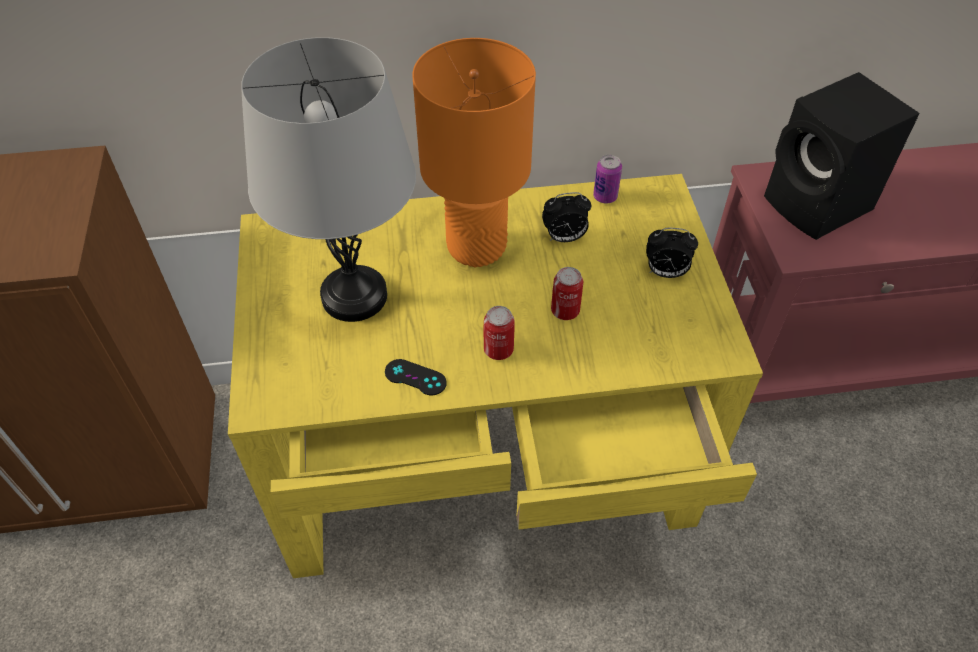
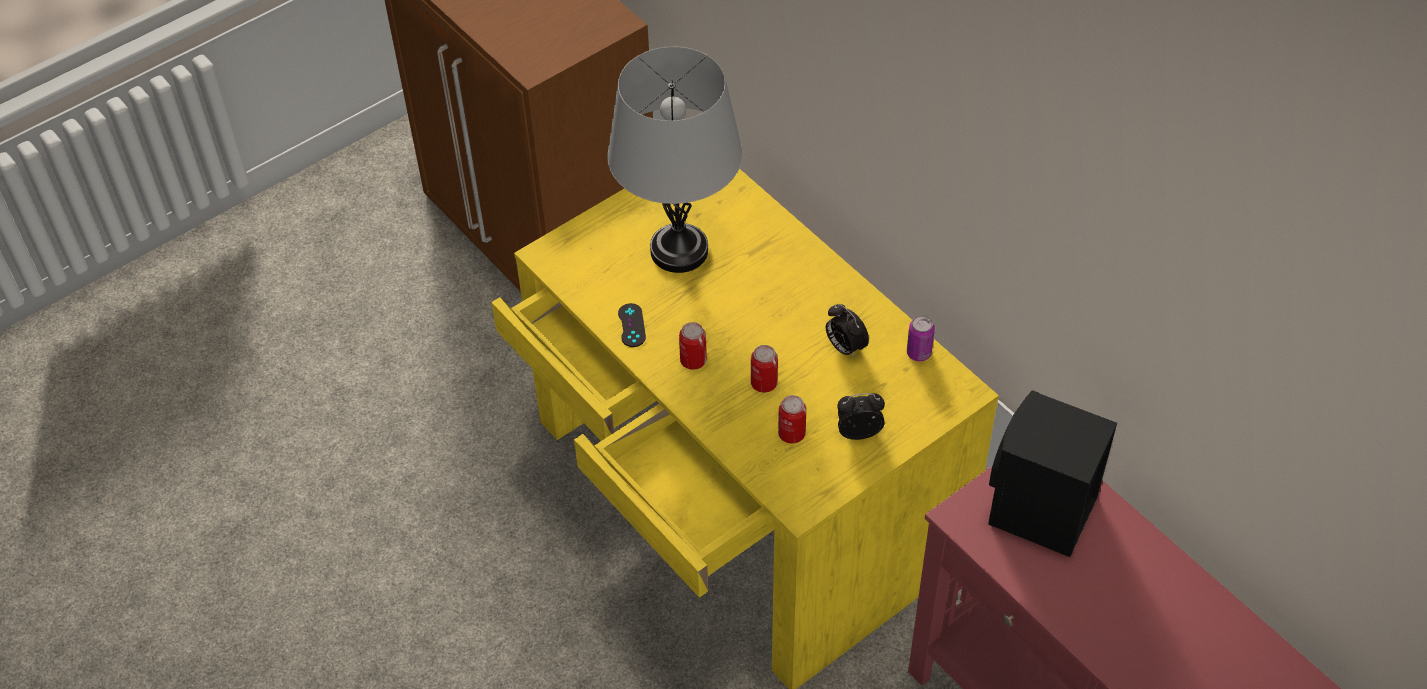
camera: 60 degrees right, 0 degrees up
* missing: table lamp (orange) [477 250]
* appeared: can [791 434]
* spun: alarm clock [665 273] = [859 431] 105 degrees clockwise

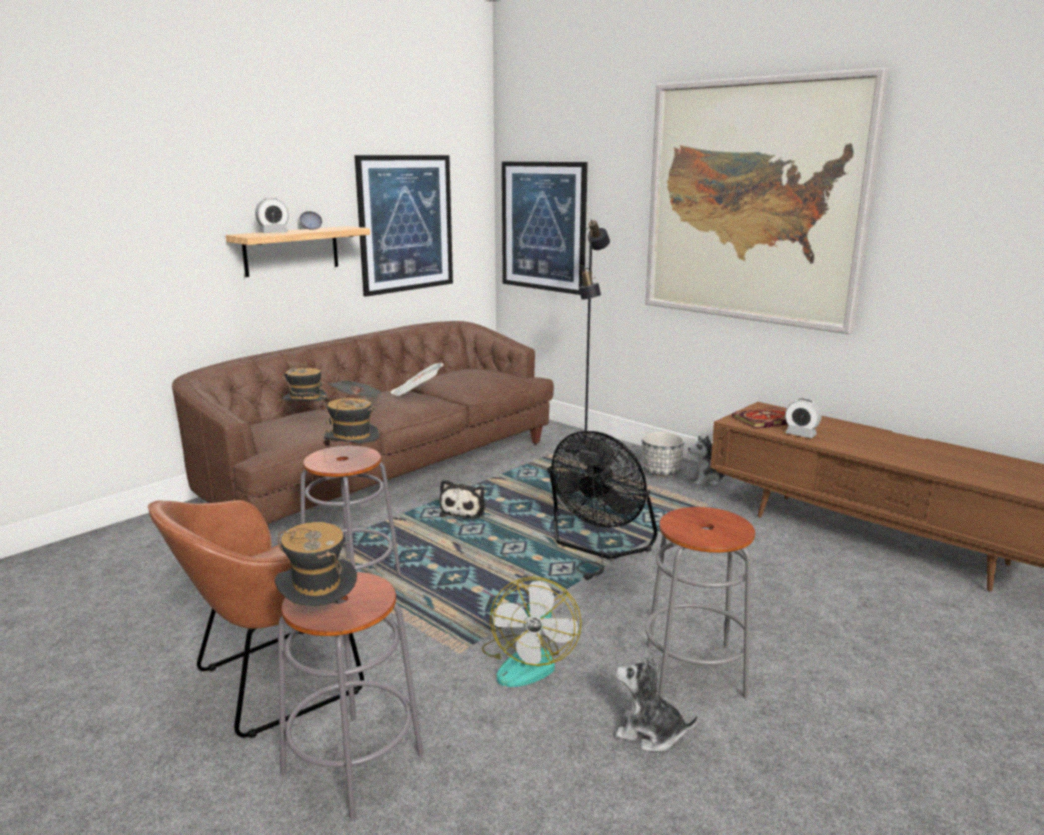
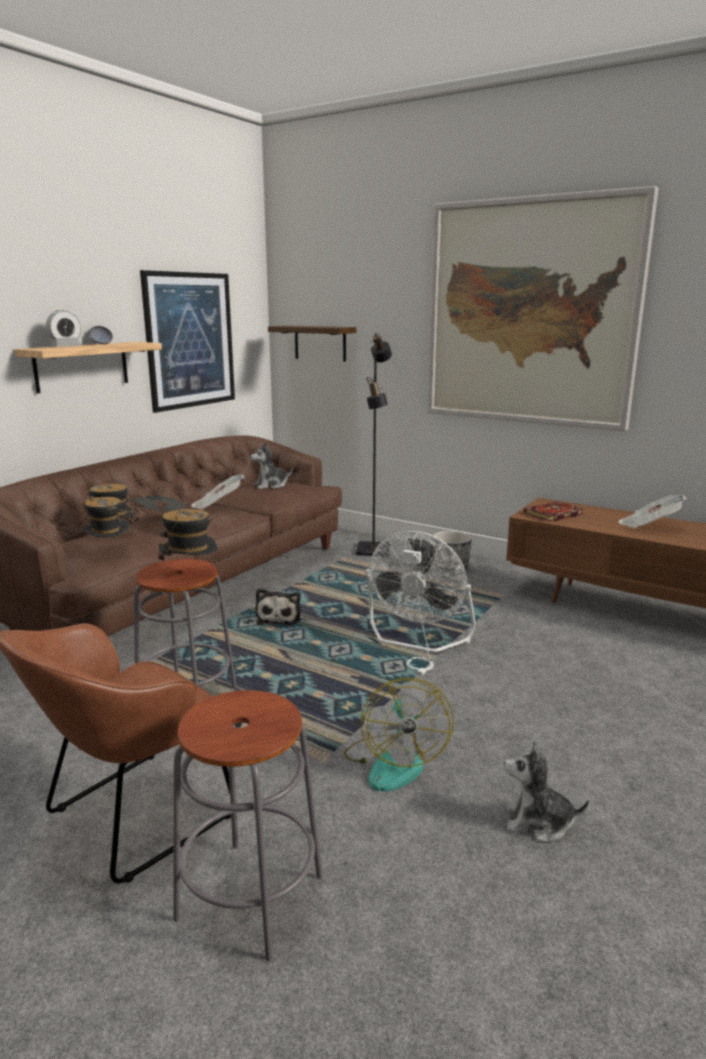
camera: 10 degrees left, 0 degrees up
* missing: stool (grey) [694 670]
* missing: alarm clock [800 434]
* appeared: newspaper [649 526]
* relocated: hat [320 620] to [108 552]
* relocated: plush toy [707 480] to [271 485]
* exchanged: picture [543 226] to shelf [320 343]
* colour: fan (black) [593 547] to fan (white) [415 642]

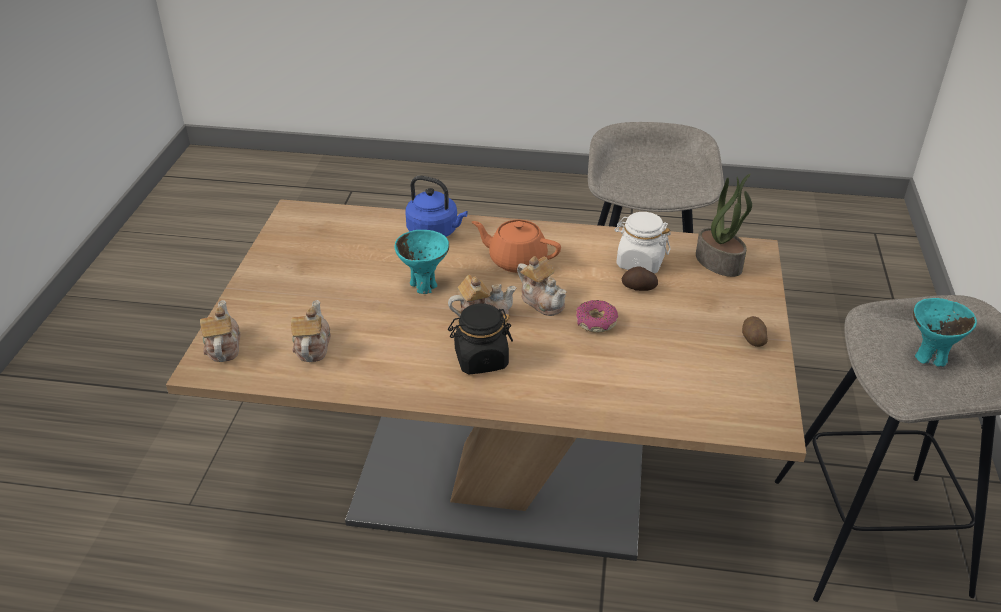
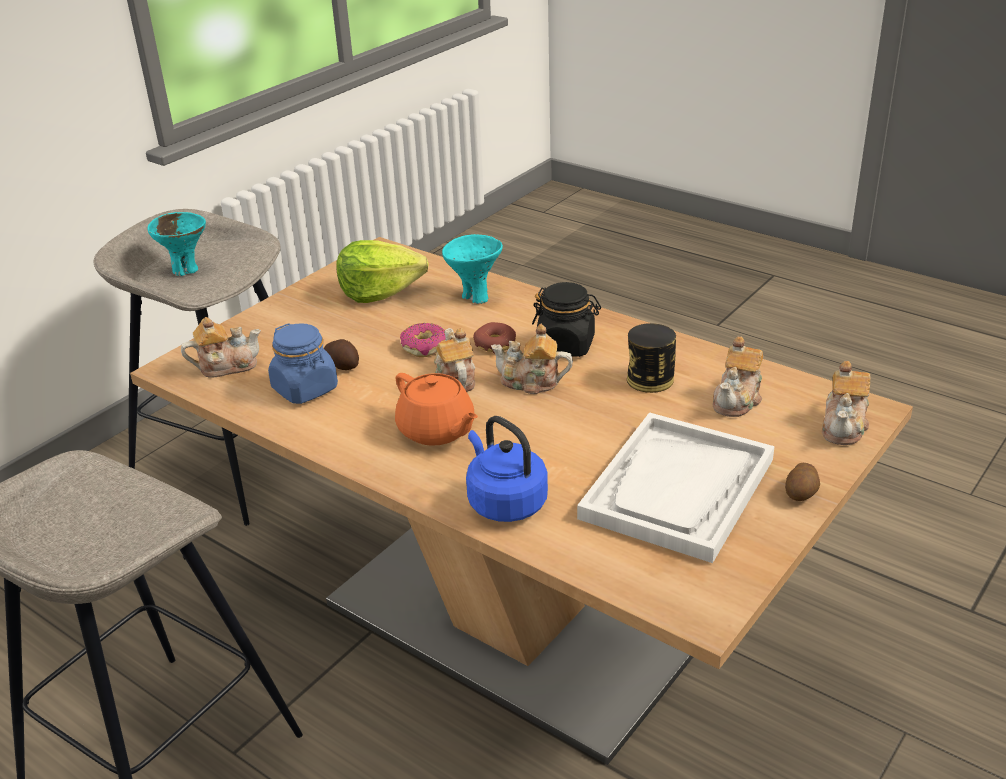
camera: 150 degrees left, 5 degrees down
* appeared: lettuce [379 291]
* appeared: donut [495 344]
* appeared: tray (white) [678 489]
* appeared: can [650 379]
* relocated: bowl (turquoise) [423 285] to [475 296]
* relocated: potato [752 339] to [801 493]
* exchanged: potted plant [719 262] to teapot [226 366]
* colour: jar (white) [639 262] to jar (blue) [305 389]

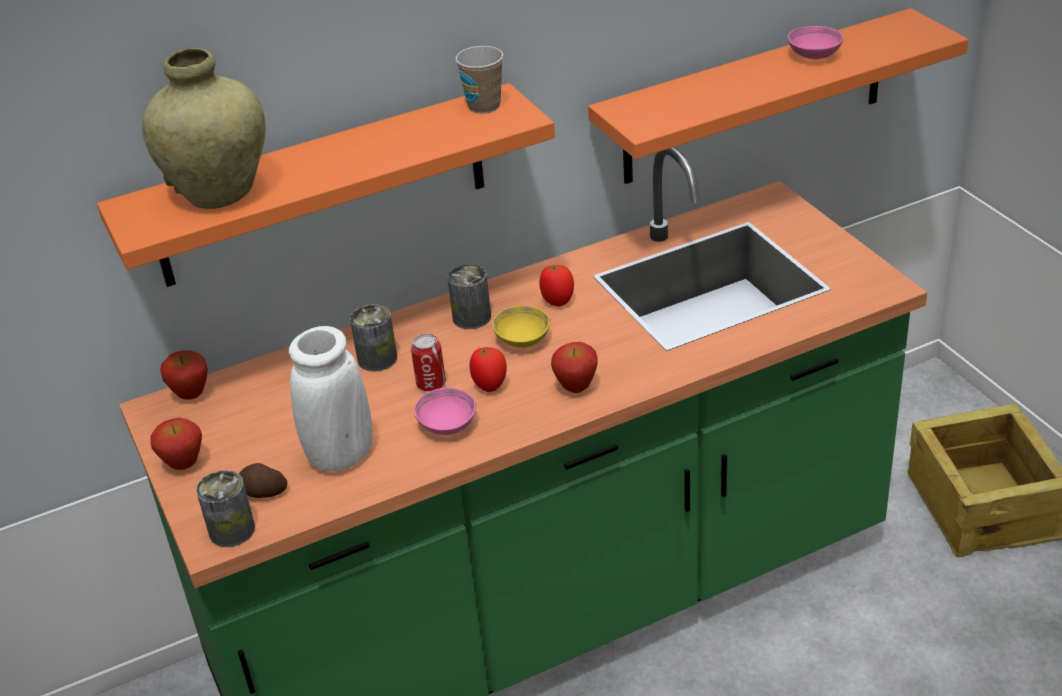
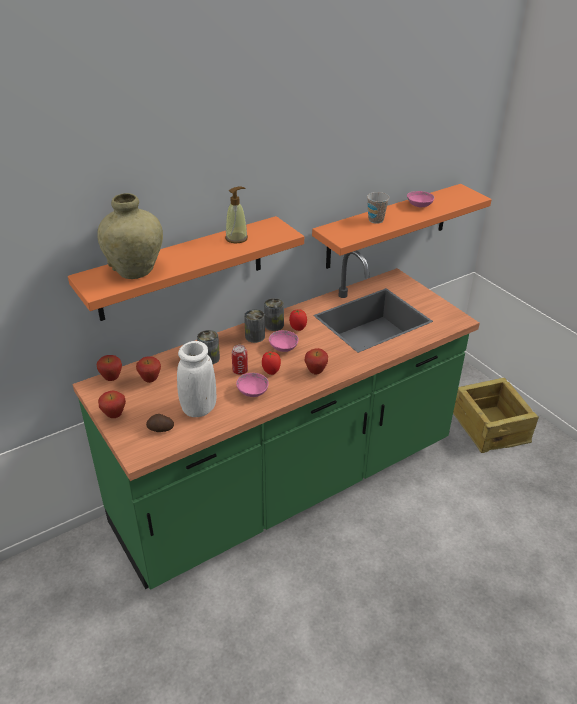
camera: 10 degrees left, 0 degrees up
* appeared: apple [150 380]
* appeared: soap dispenser [236 238]
* relocated: can [232 530] to [274 325]
* relocated: cup [484 106] to [376 220]
* colour: bowl (yellow) [522 339] to bowl (pink) [283 347]

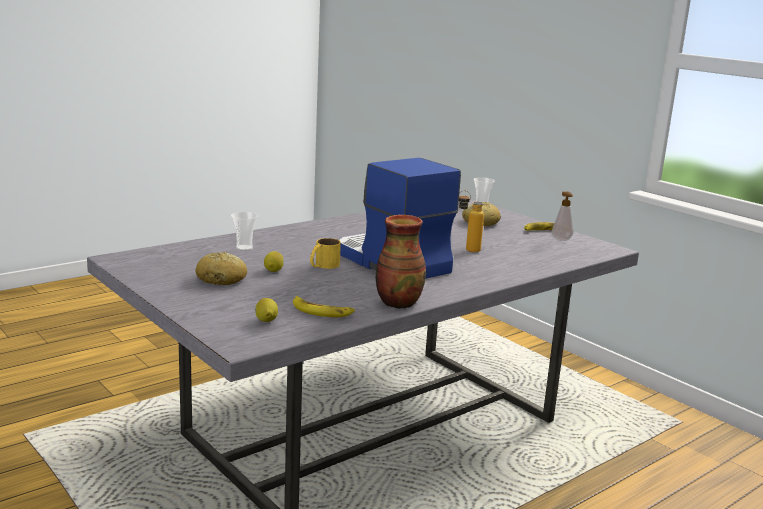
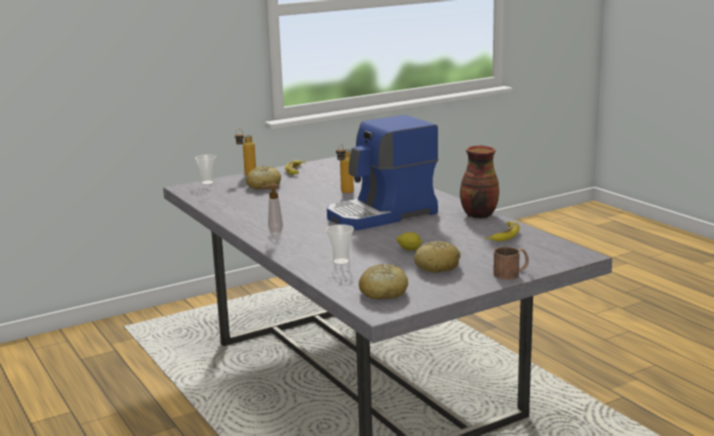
camera: 80 degrees left, 0 degrees up
* missing: lemon [266 321]
* missing: mug (yellow) [323 266]
* appeared: bottle [246 175]
* appeared: bread [383 292]
* appeared: mug (brown) [511 273]
* relocated: soap dispenser [560 239] to [274 233]

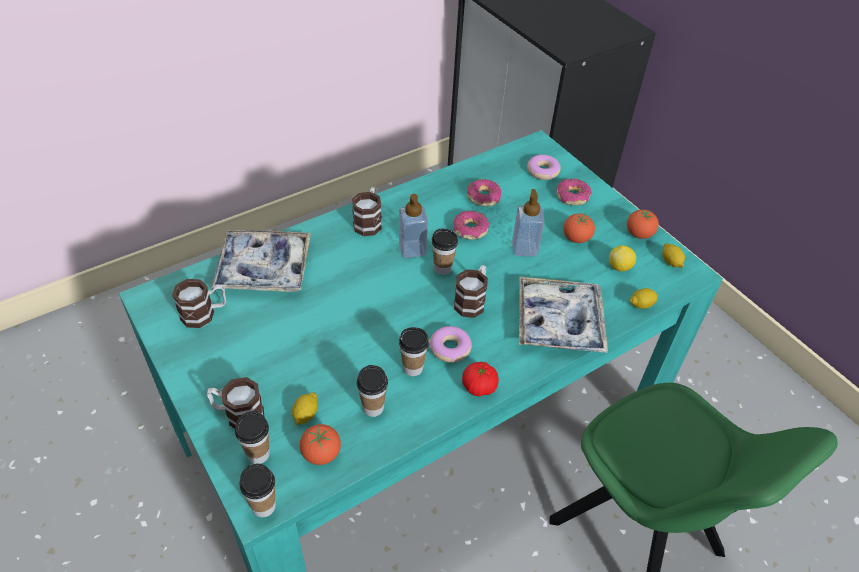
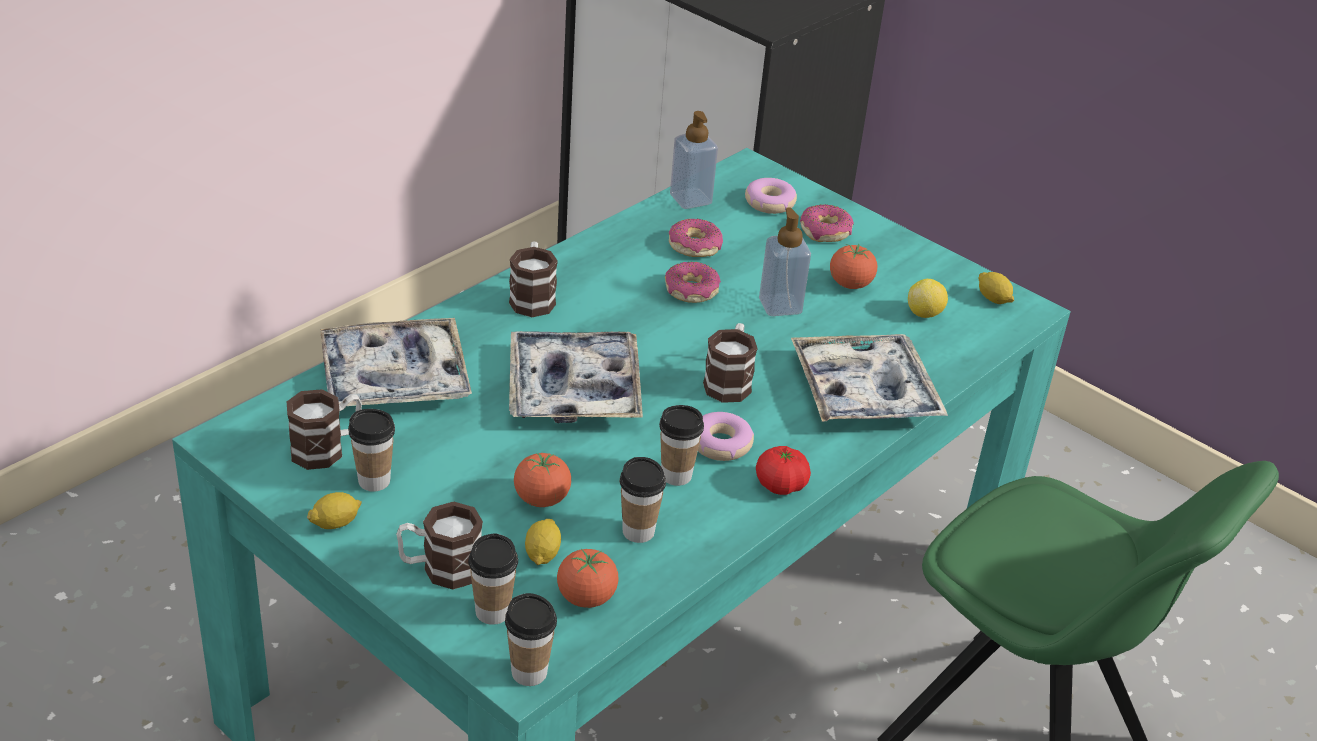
camera: 15 degrees left, 10 degrees down
* appeared: tray [574 389]
* relocated: soap dispenser [412 249] to [690 199]
* relocated: cup [442 268] to [374 481]
* relocated: tomato [639 234] to [541 499]
* relocated: lemon [641 304] to [336 523]

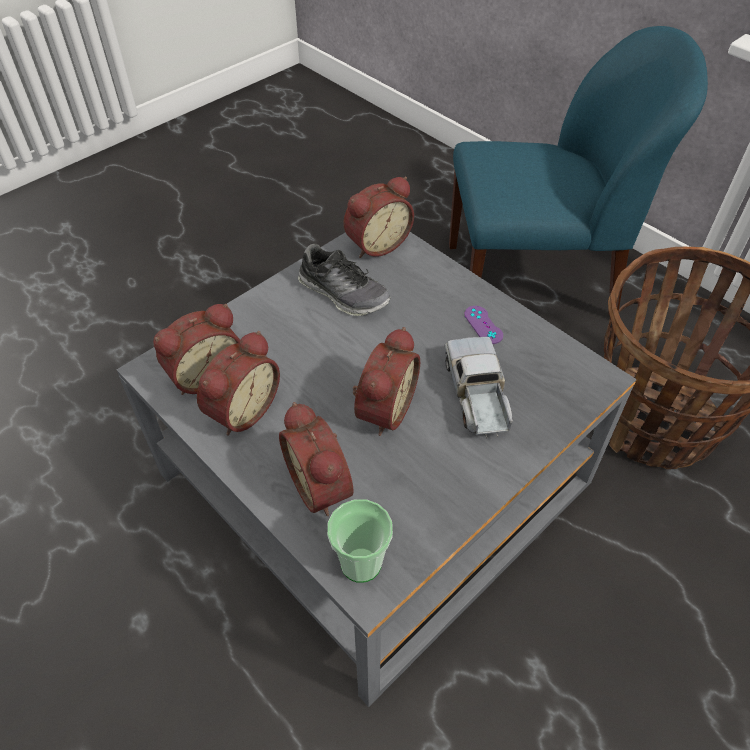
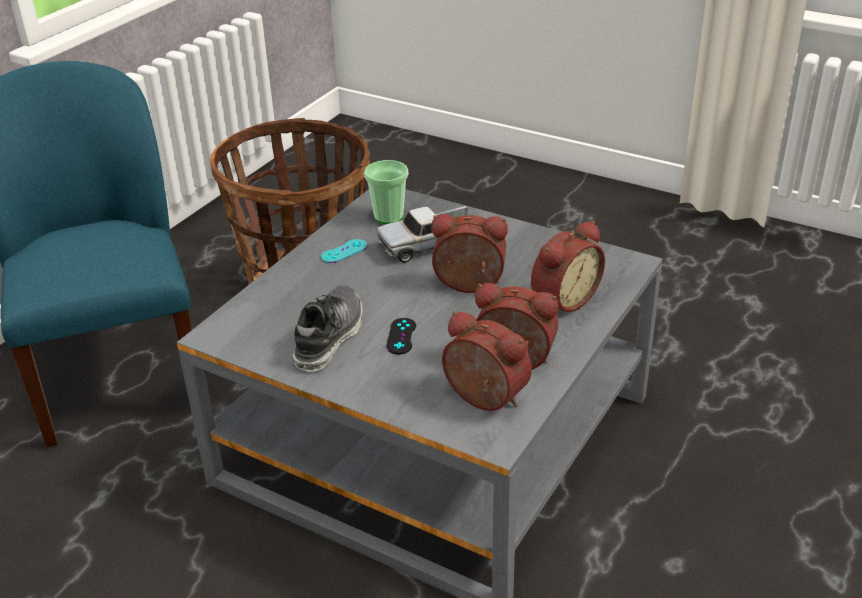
camera: 105 degrees left, 15 degrees down
* missing: alarm clock [376 243]
* appeared: game controller (black) [401 336]
* relocated: cup [361 563] to [388 216]
* colour: game controller (purple) [483 325] to game controller (turquoise) [344 251]

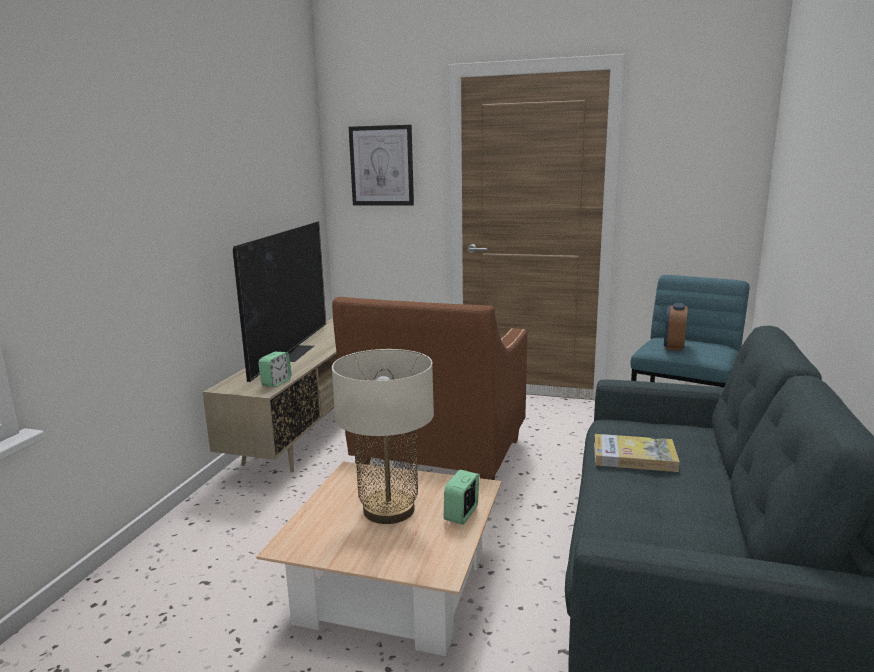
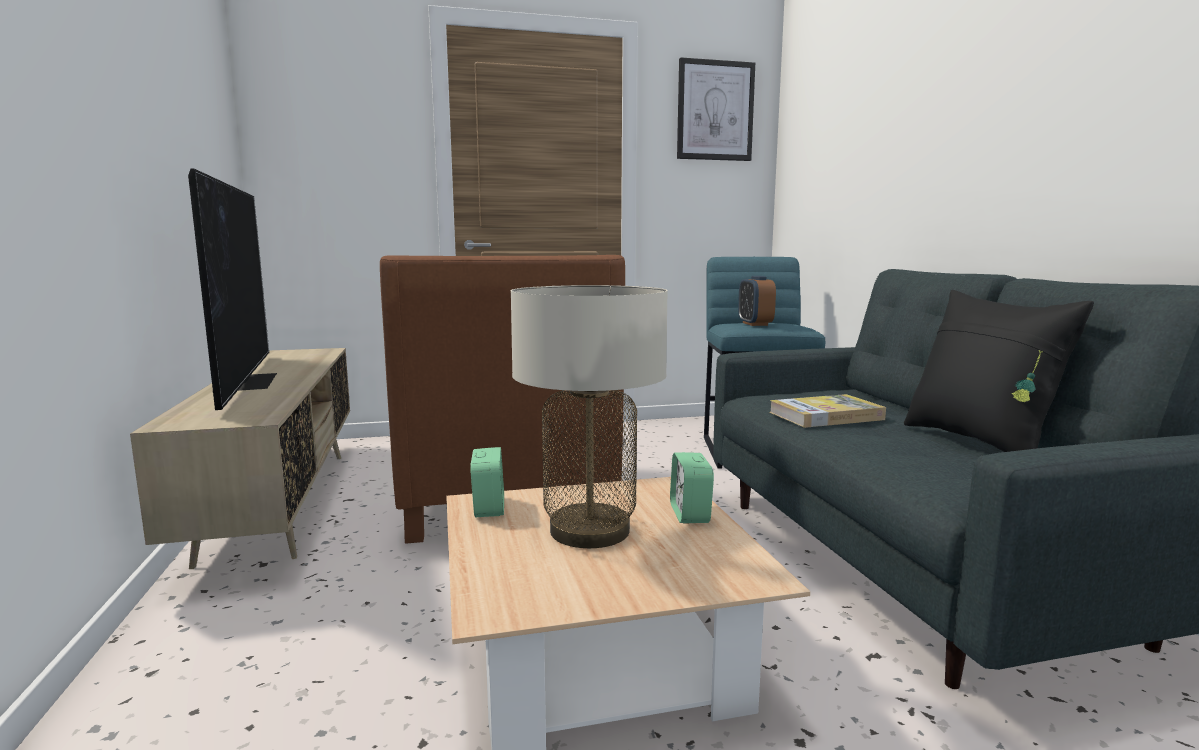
camera: 30 degrees left, 5 degrees down
* appeared: pillow (black) [978 444]
* relocated: alarm clock [276 382] to [489 508]
* relocated: picture [381 166] to [715 111]

